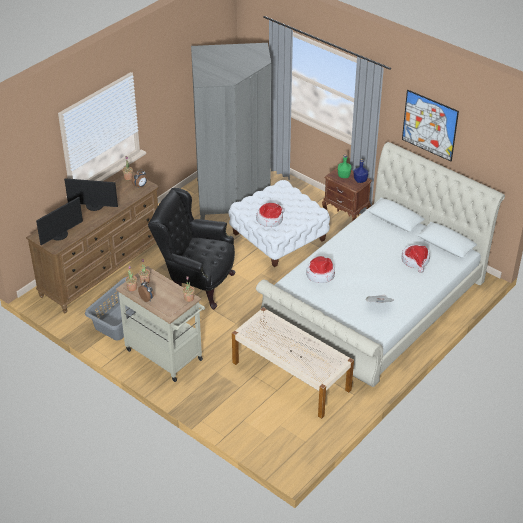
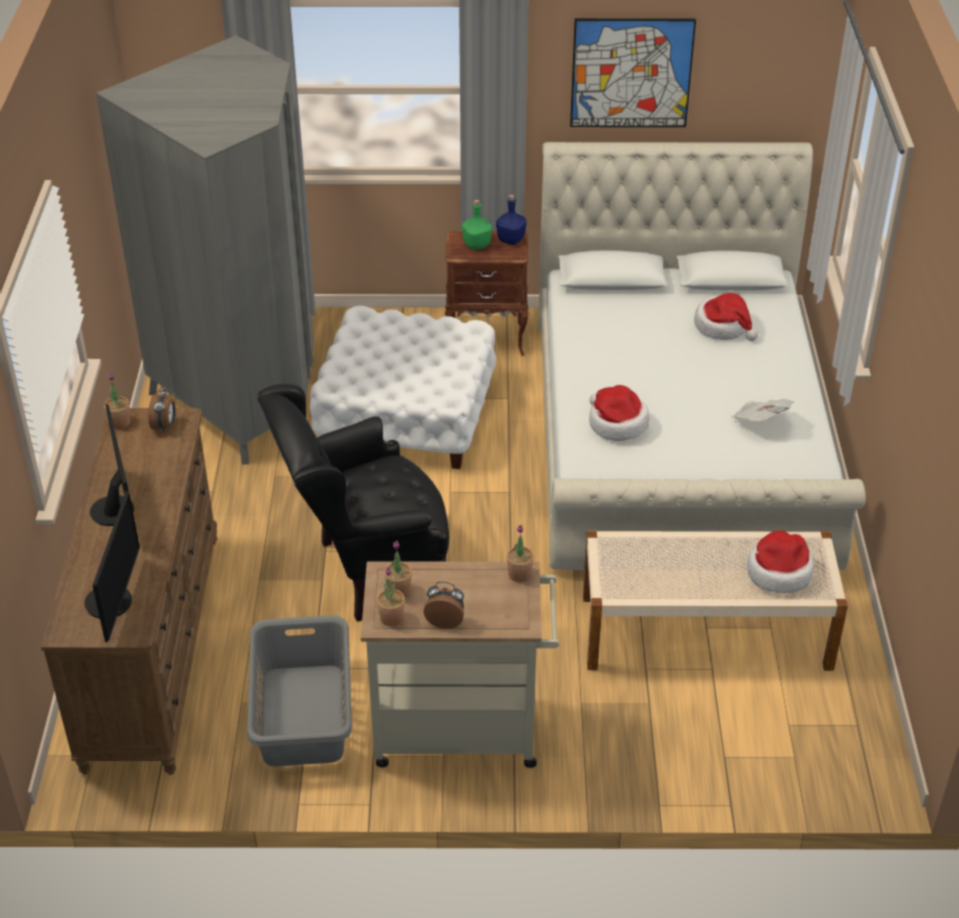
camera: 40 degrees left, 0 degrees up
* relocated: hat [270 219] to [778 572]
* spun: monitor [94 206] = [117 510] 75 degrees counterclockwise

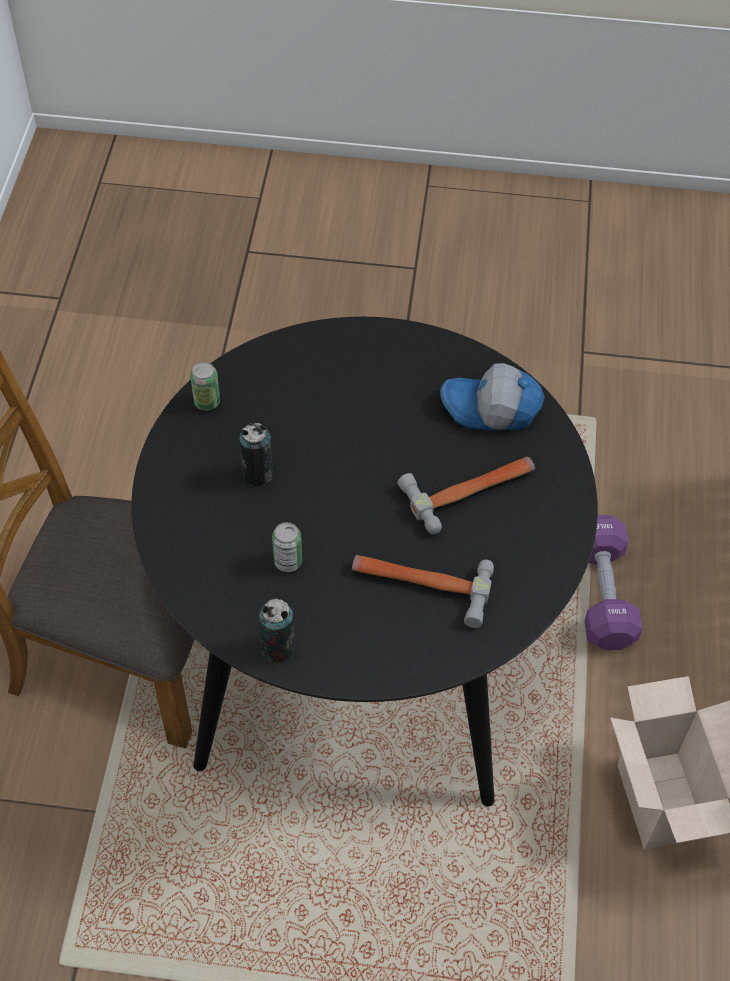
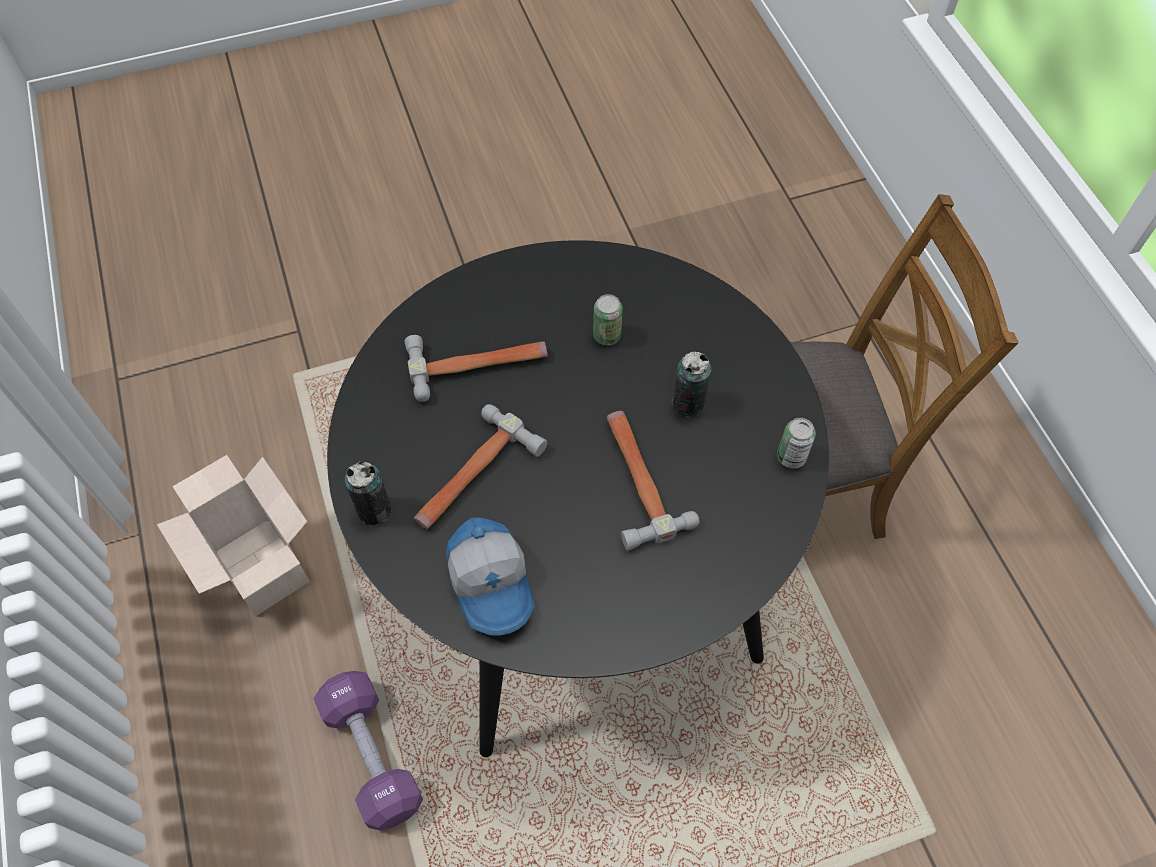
camera: 155 degrees right, 5 degrees up
* appeared: hammer [637 479]
* relocated: can [278 648] to [374 510]
* spun: cap [491 409] = [493 583] 90 degrees clockwise

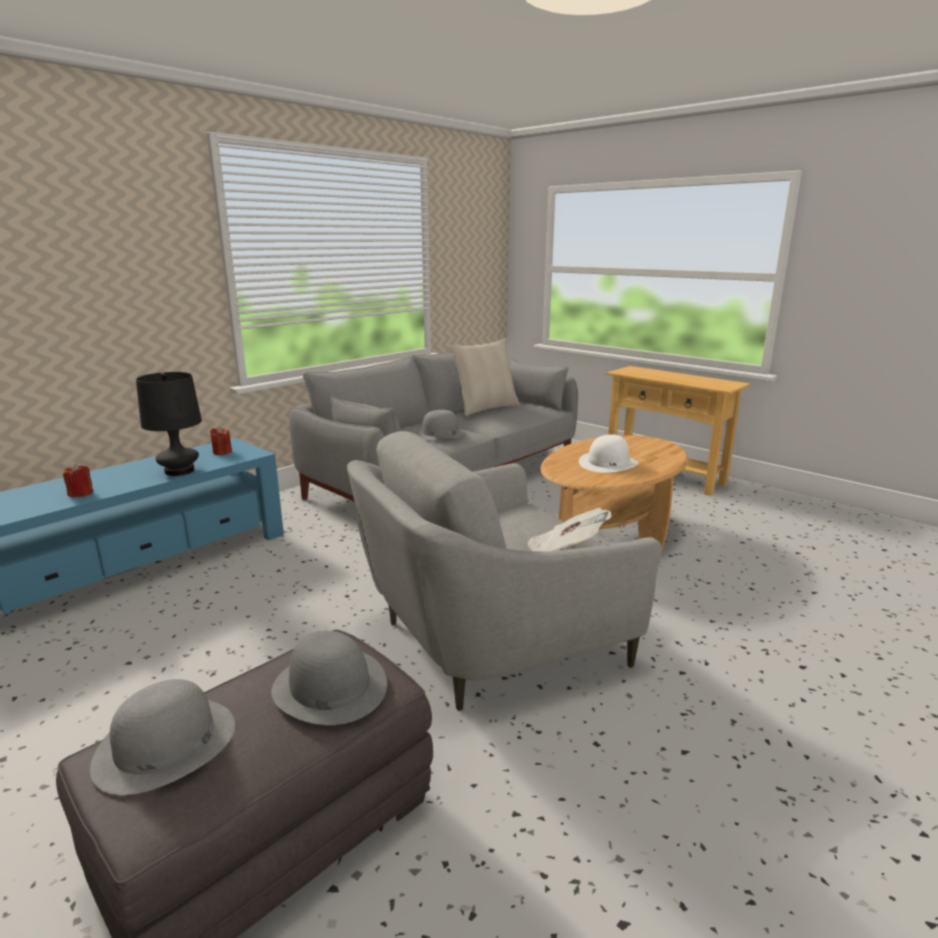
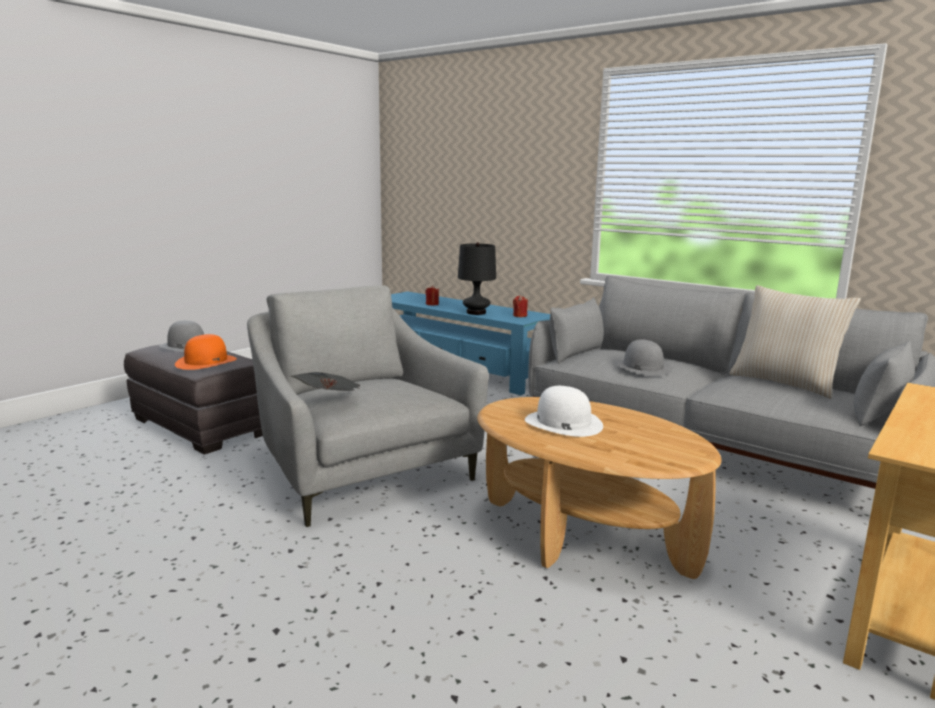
camera: 85 degrees right, 5 degrees down
* colour: hat (grey) [329 686] to hat (orange) [206 362]

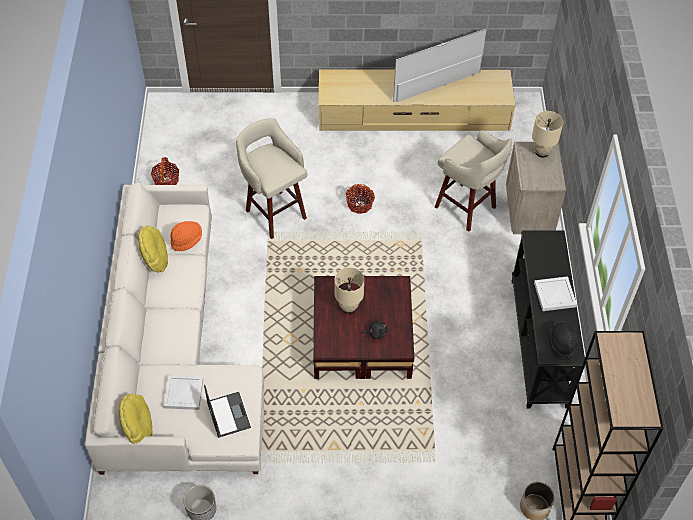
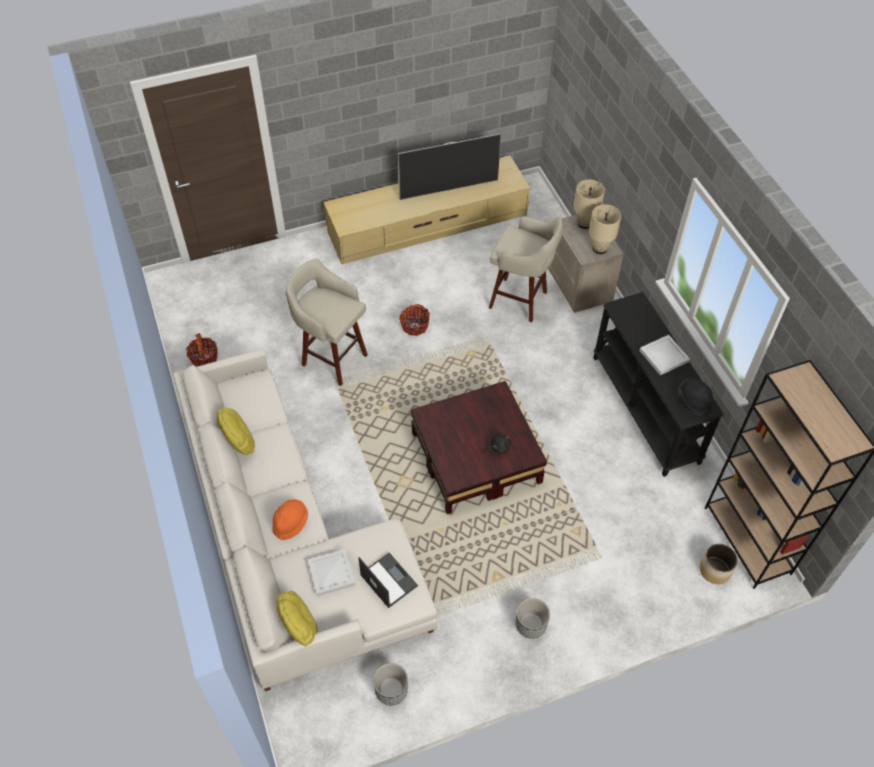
camera: 20 degrees left, 0 degrees up
* appeared: planter [530 625]
* relocated: hat (orange) [187 240] to [290 523]
* relocated: table lamp (beige) [348 307] to [599 249]
* spun: television [437 87] = [448 189] 150 degrees counterclockwise

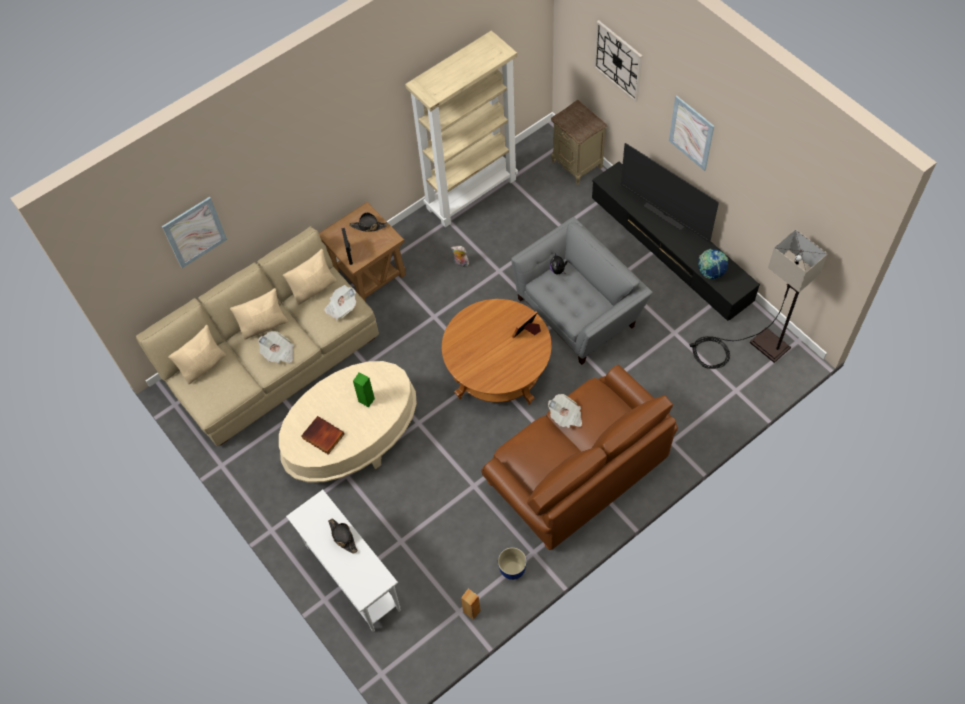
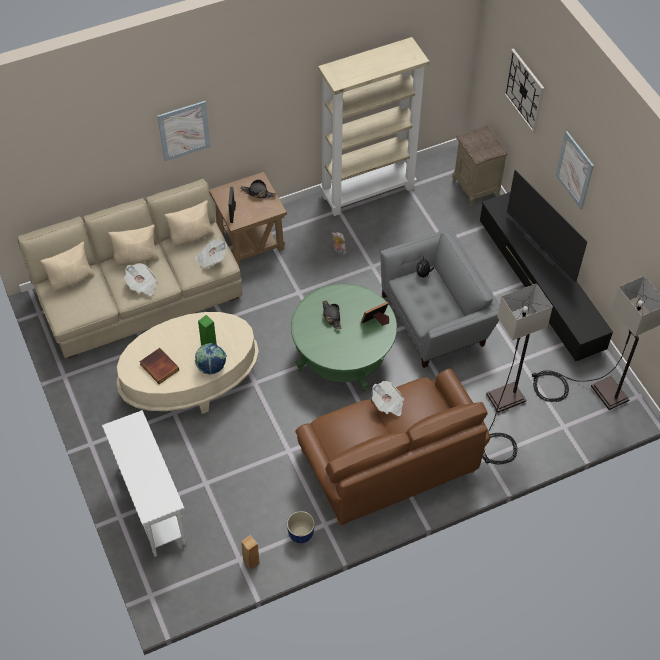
camera: 10 degrees right, 5 degrees down
* appeared: floor lamp [500 425]
* relocated: picture [194 232] to [184 130]
* relocated: hat (black) [342 537] to [331 316]
* relocated: globe [710 272] to [211 367]
* colour: coffee table (brown) [498 370] to coffee table (green) [343 354]

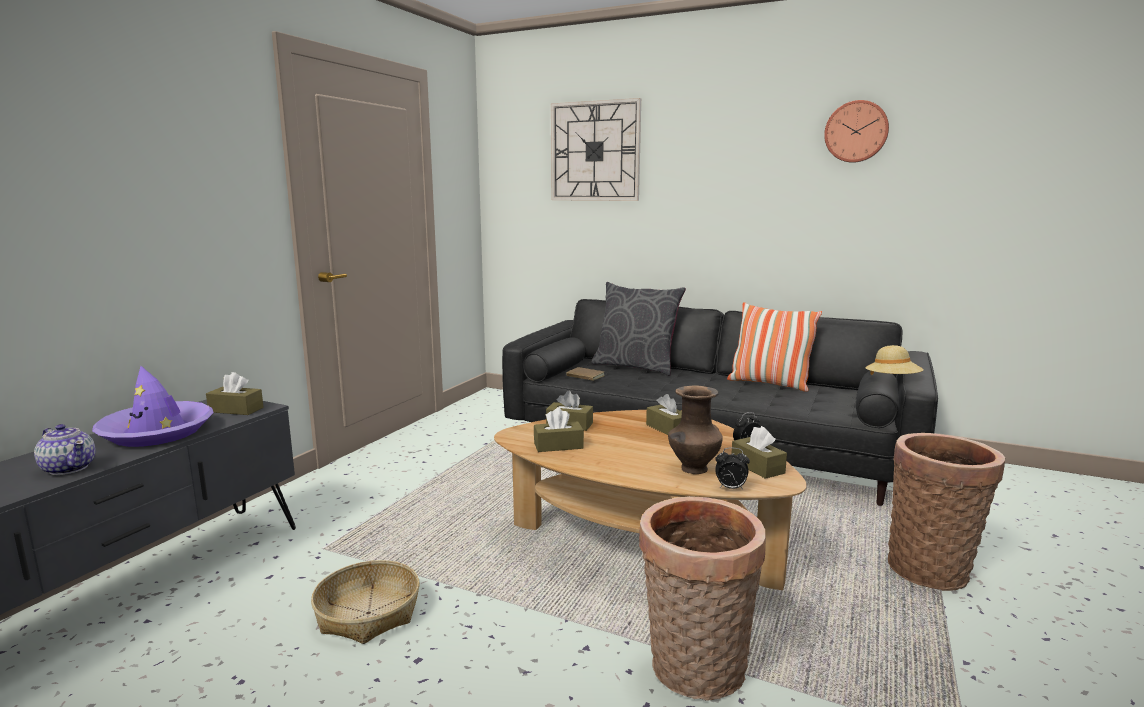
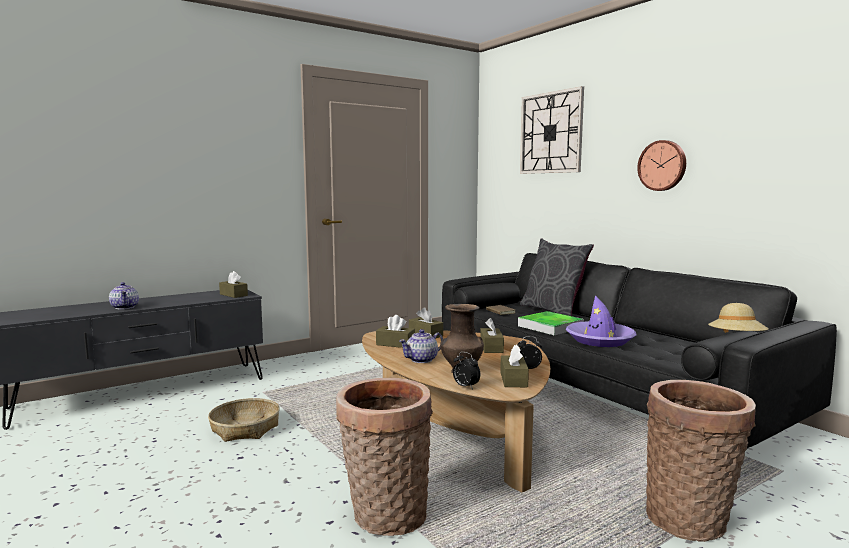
camera: 30 degrees right, 5 degrees down
* missing: pillow [769 384]
* appeared: teapot [422 360]
* appeared: tray [550 327]
* relocated: hat (purple) [157 432] to [600 340]
* relocated: wall clock [856 132] to [662 165]

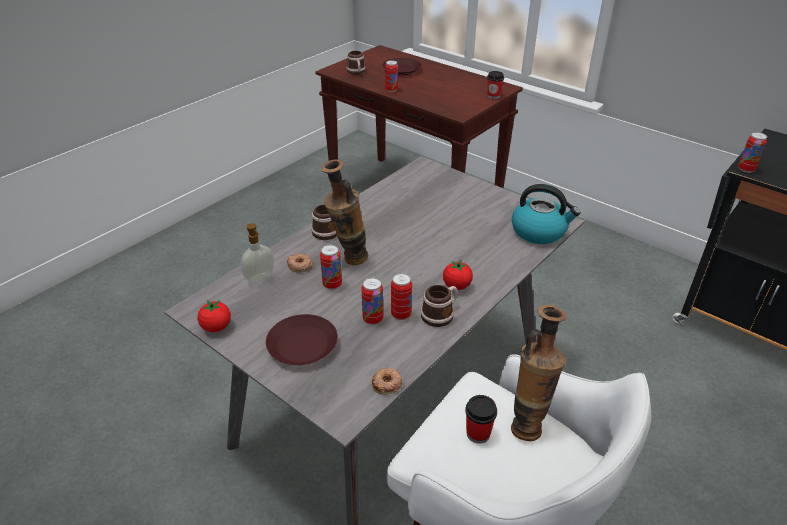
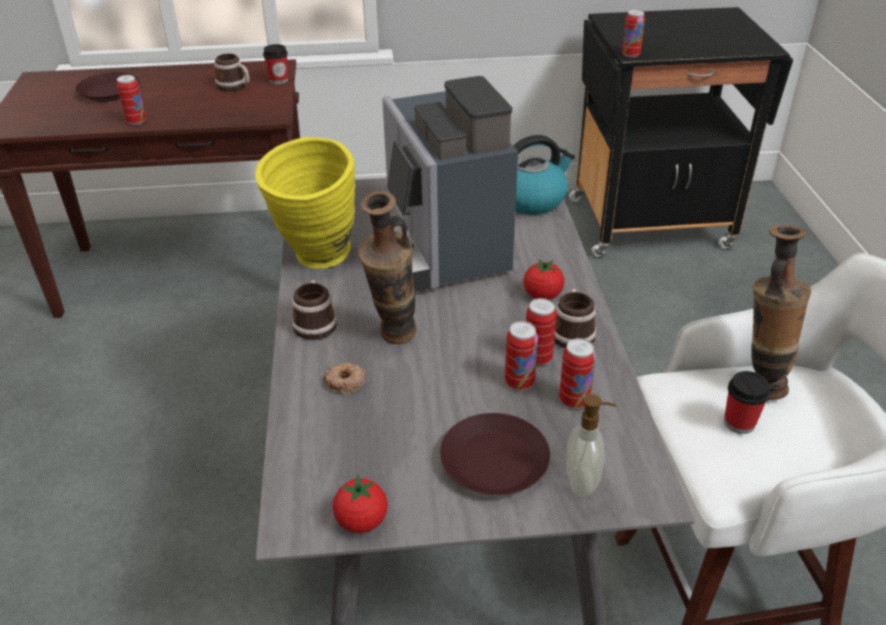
camera: 45 degrees left, 0 degrees up
* missing: donut [387 383]
* appeared: vase (yellow) [316 261]
* appeared: coffee machine [440 250]
* relocated: soap dispenser [260 279] to [583 482]
* relocated: can [332 284] to [574 400]
* relocated: mug [356 72] to [235 86]

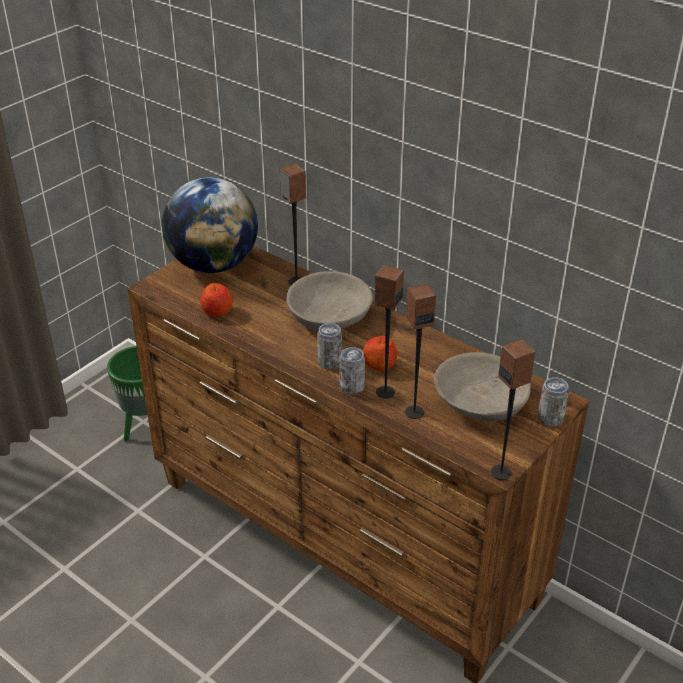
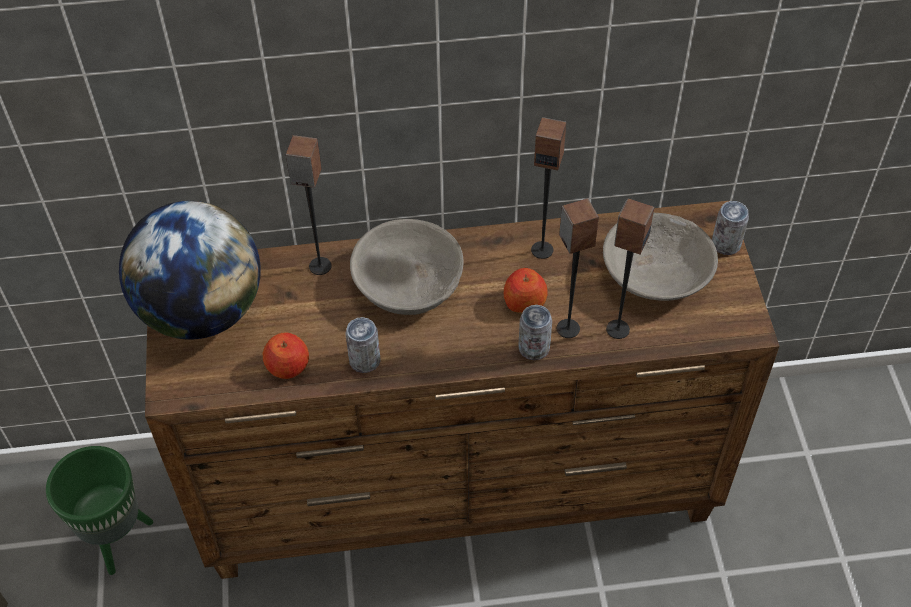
camera: 45 degrees left, 15 degrees up
* relocated: can [329 363] to [364 361]
* relocated: speaker [501 472] to [542 249]

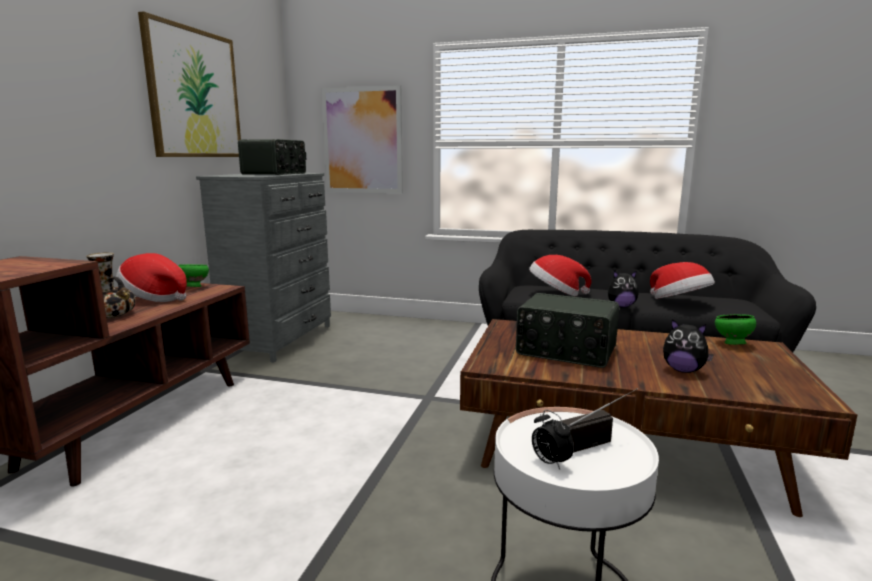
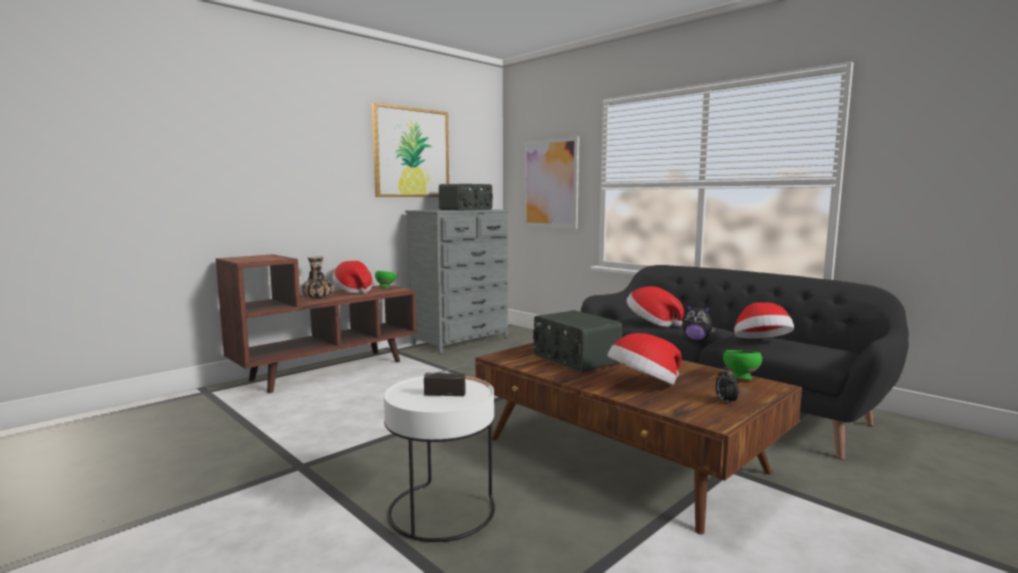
camera: 30 degrees right, 5 degrees down
* relocated: alarm clock [549 462] to [725 401]
* exchanged: plush toy [683 370] to hat [643 385]

